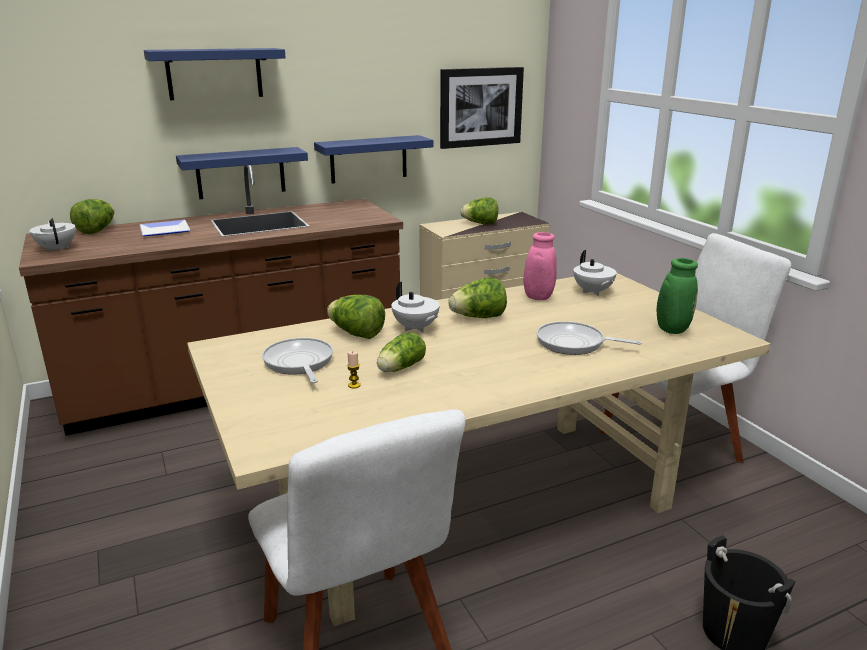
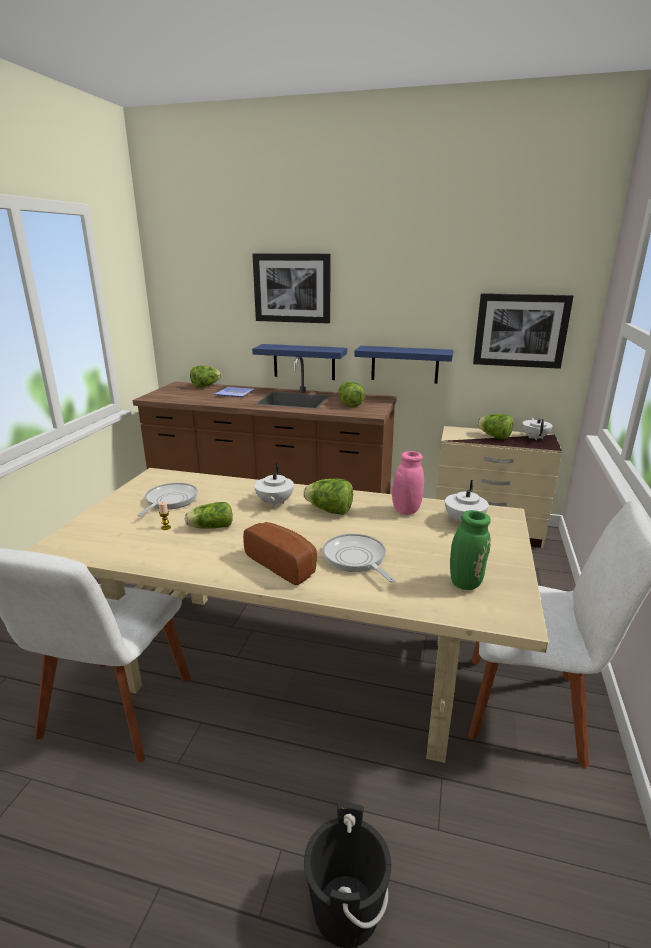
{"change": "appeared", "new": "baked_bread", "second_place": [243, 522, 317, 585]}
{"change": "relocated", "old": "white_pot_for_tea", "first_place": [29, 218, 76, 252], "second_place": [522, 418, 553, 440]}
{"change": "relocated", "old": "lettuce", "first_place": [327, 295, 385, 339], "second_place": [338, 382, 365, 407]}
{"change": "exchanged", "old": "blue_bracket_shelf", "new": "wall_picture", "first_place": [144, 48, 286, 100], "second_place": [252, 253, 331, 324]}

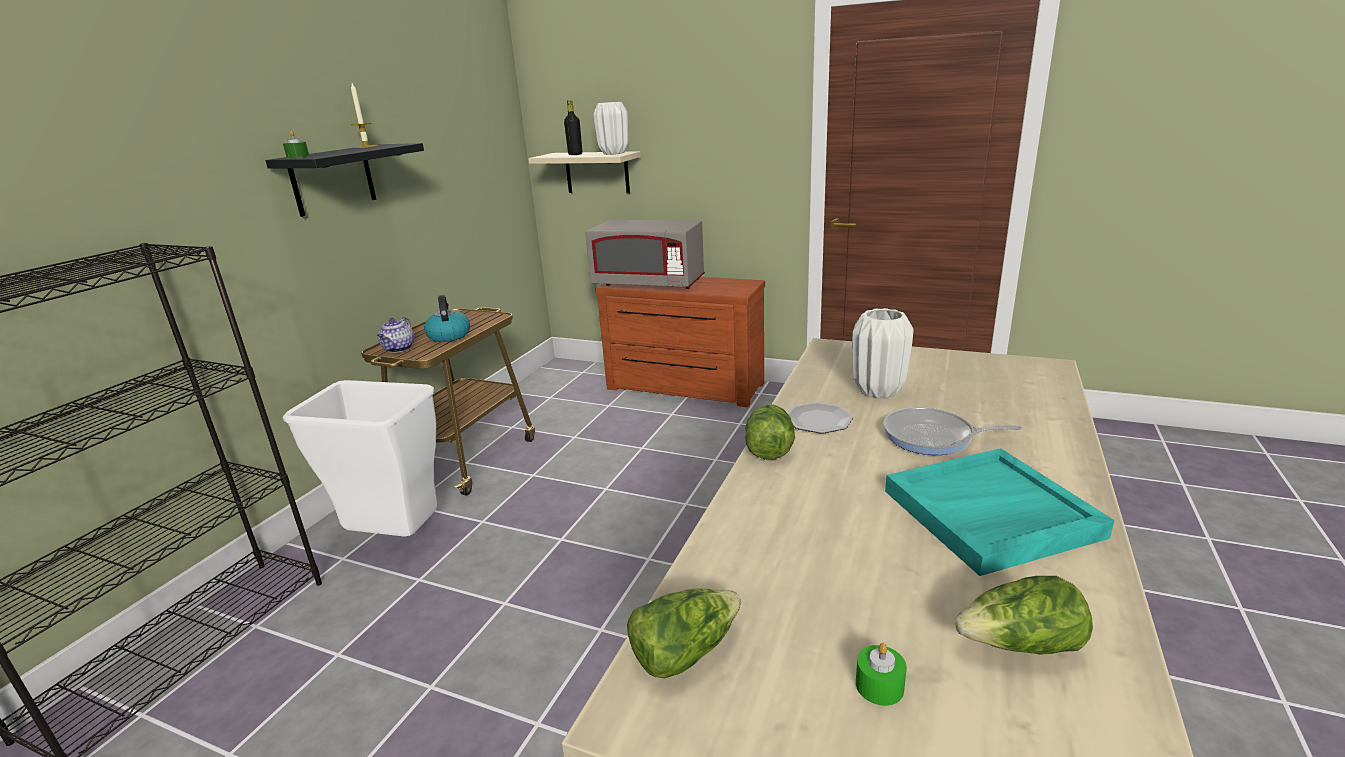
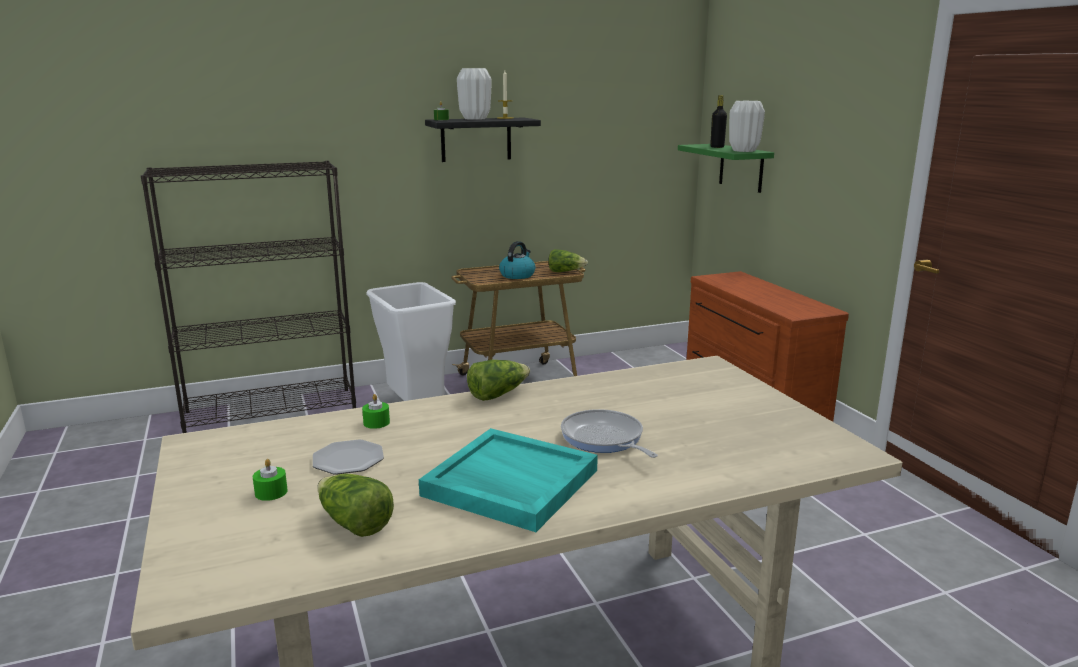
{"change": "missing", "old": "pot_for_tea", "first_place": [377, 317, 414, 353]}
{"change": "missing", "old": "greyish_kitchen_microwave", "first_place": [585, 220, 705, 289]}
{"change": "appeared", "new": "green_wax_light", "second_place": [362, 394, 390, 429]}
{"change": "relocated", "old": "lettuce", "first_place": [627, 588, 741, 678], "second_place": [548, 249, 588, 272]}
{"change": "relocated", "old": "dinner_plate", "first_place": [788, 402, 853, 434], "second_place": [313, 439, 384, 475]}
{"change": "relocated", "old": "white_decorative_vase", "first_place": [852, 308, 914, 398], "second_place": [457, 68, 491, 120]}
{"change": "colour", "old": "beige-coloured_bracket_shelf", "new": "green_bracket_shelf", "first_place": [528, 151, 641, 193], "second_place": [678, 144, 774, 193]}

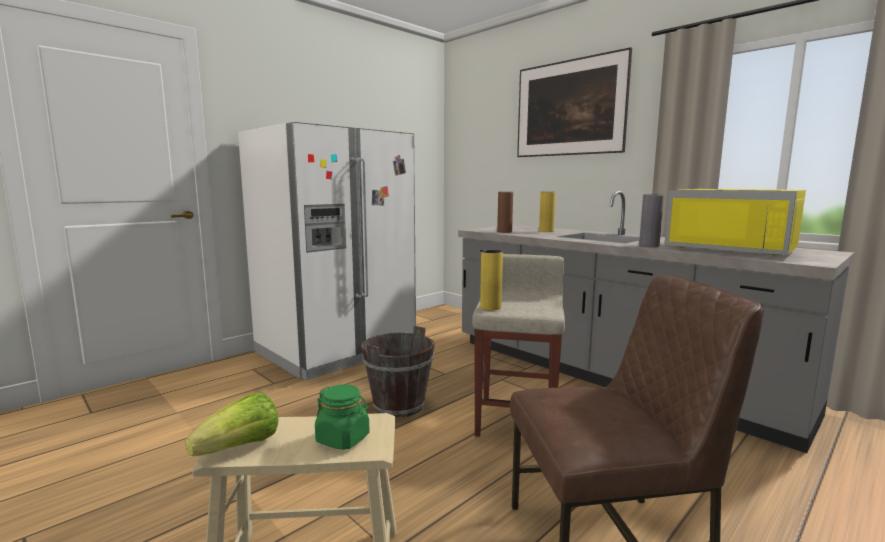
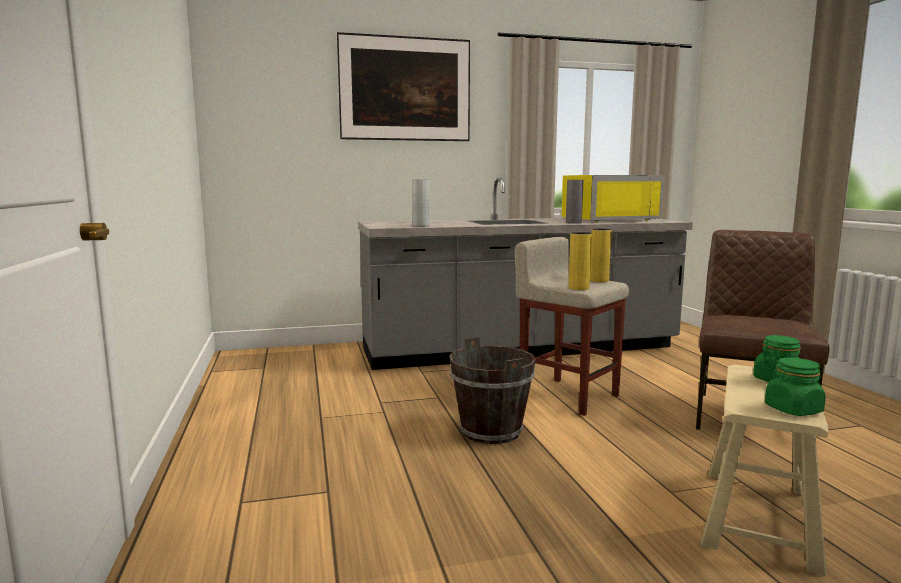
{"change": "missing", "old": "white_kitchen_fridge", "first_place": [238, 122, 416, 380]}
{"change": "relocated", "old": "yellow-coloured_decorative_vase", "first_place": [539, 192, 556, 232], "second_place": [590, 229, 612, 282]}
{"change": "exchanged", "old": "lettuce", "new": "green_jar", "first_place": [185, 393, 278, 456], "second_place": [765, 357, 826, 416]}
{"change": "colour", "old": "brownish_decorative_vase", "new": "greyish_decorative_vase", "first_place": [497, 192, 513, 233], "second_place": [412, 180, 430, 226]}

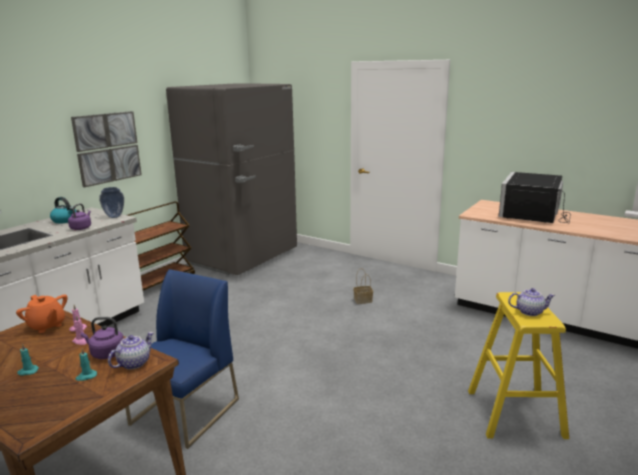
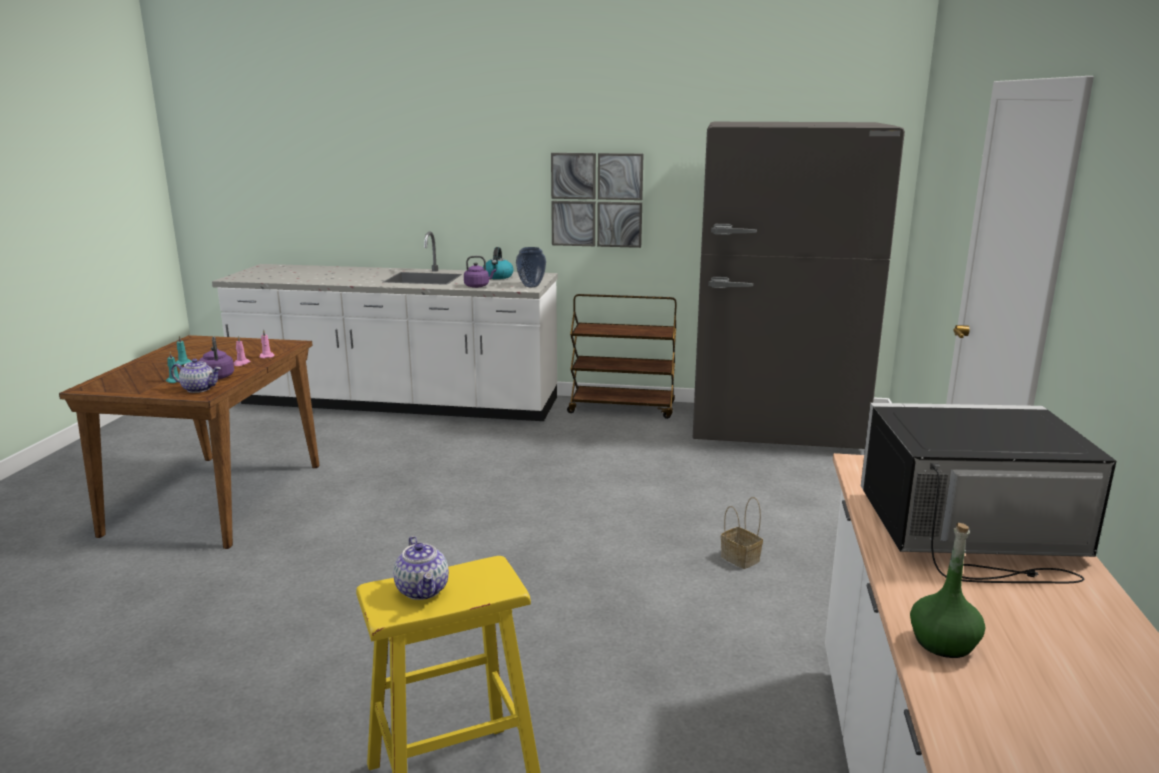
{"change": "missing", "old": "orange-coloured_pot_for_tea", "first_place": [16, 294, 68, 333]}
{"change": "missing", "old": "blue_chair", "first_place": [125, 269, 239, 449]}
{"change": "appeared", "new": "green_bottle", "second_place": [910, 523, 985, 658]}

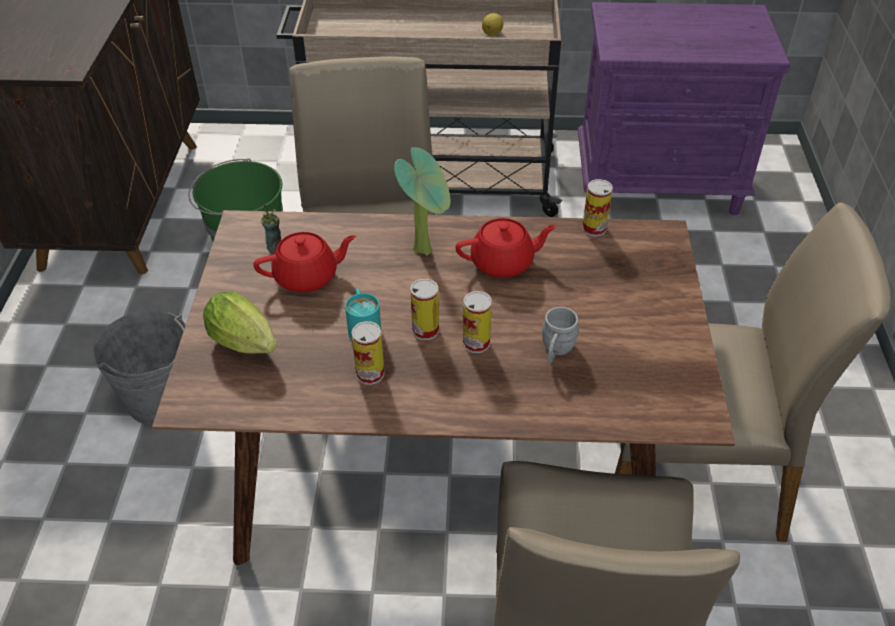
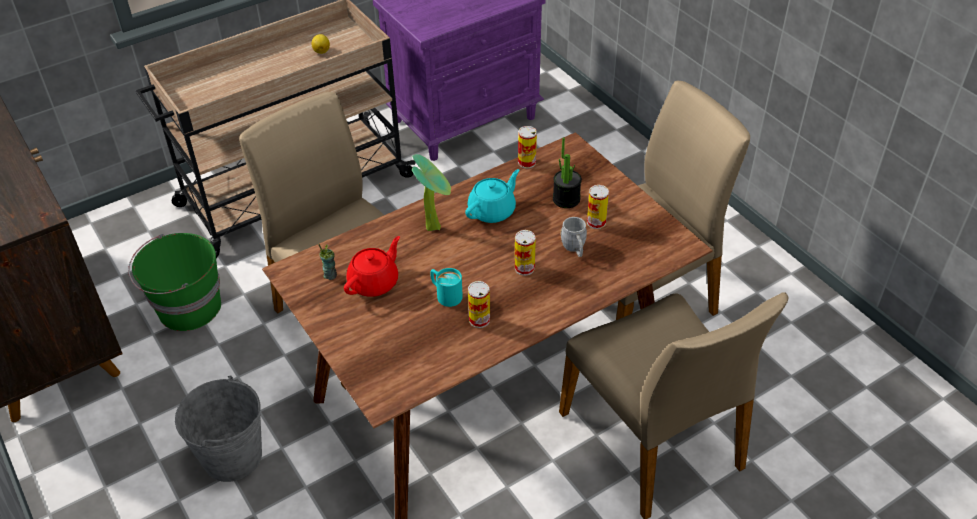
{"change": "missing", "old": "lettuce", "first_place": [203, 292, 277, 354]}
{"change": "appeared", "new": "potted_plant", "second_place": [553, 137, 582, 208]}
{"change": "relocated", "old": "sealed_can", "first_place": [411, 279, 439, 340], "second_place": [587, 185, 609, 229]}
{"change": "colour", "old": "red-coloured_pot_for_tea", "new": "turquoise_pot_for_tea", "first_place": [455, 218, 557, 278], "second_place": [465, 169, 520, 223]}

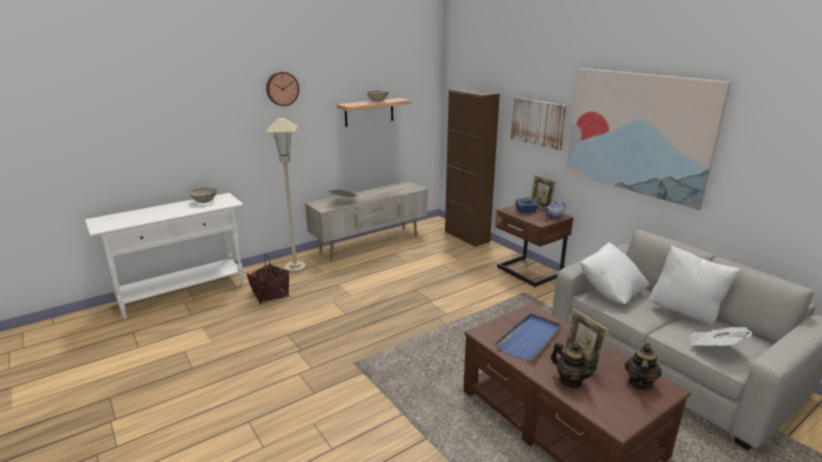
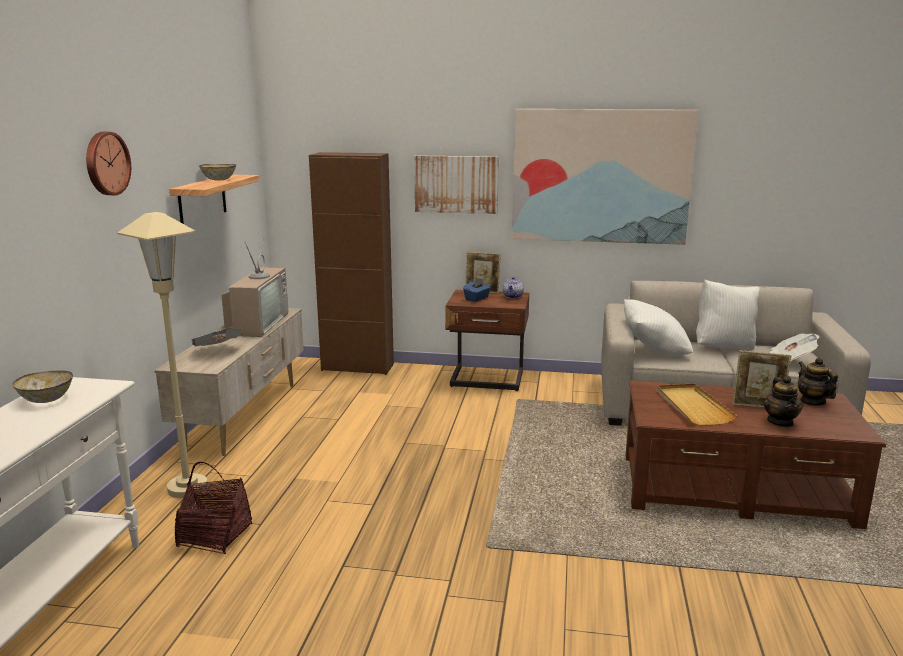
{"change": "appeared", "new": "TV", "second_place": [221, 233, 289, 337]}
{"change": "colour", "old": "blue_carrying_tray", "new": "beige-coloured_carrying_tray", "first_place": [495, 313, 561, 360], "second_place": [657, 384, 737, 425]}
{"change": "spun", "old": "pot_for_tea", "first_place": [551, 342, 597, 388], "second_place": [764, 376, 803, 427], "degrees": 90}

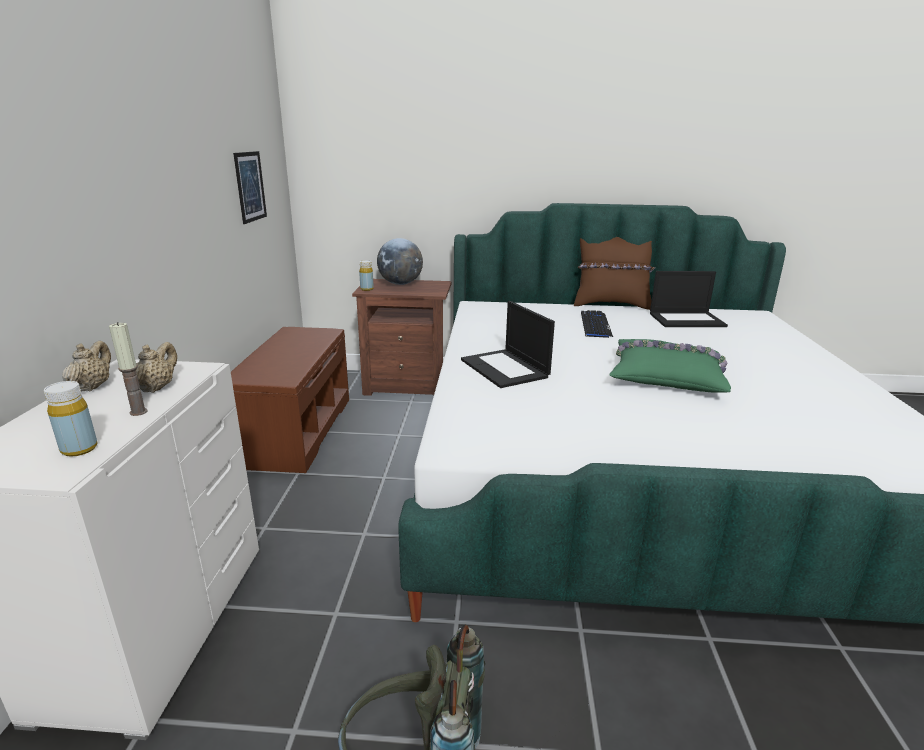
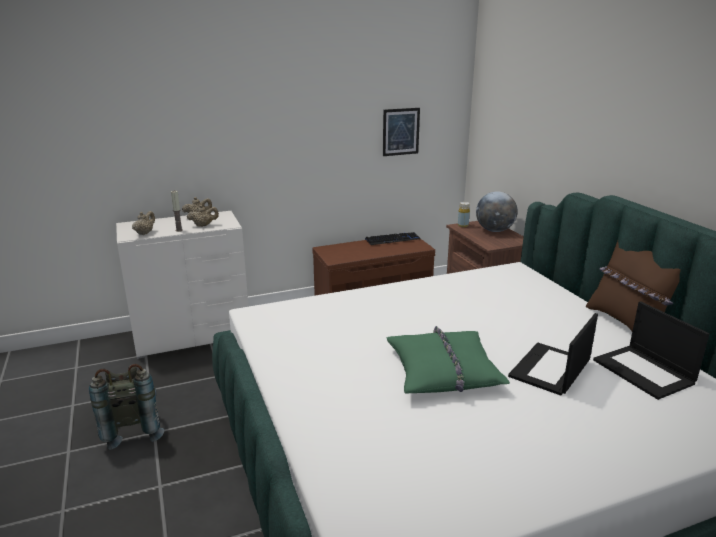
{"change": "relocated", "old": "laptop", "first_place": [461, 301, 555, 388], "second_place": [508, 313, 598, 396]}
{"change": "relocated", "old": "computer_keyboard", "first_place": [581, 310, 613, 338], "second_place": [365, 232, 421, 245]}
{"change": "exchanged", "old": "yellow-coloured_bottle", "new": "beige-coloured_pot_for_tea", "first_place": [44, 381, 97, 457], "second_place": [132, 211, 155, 235]}

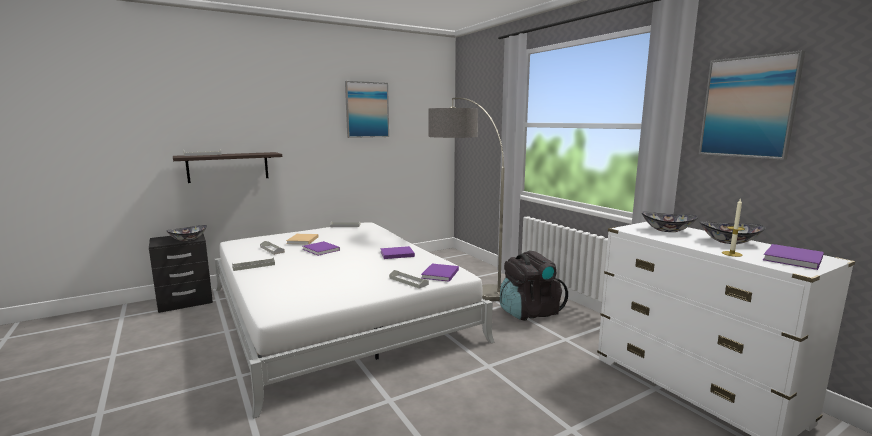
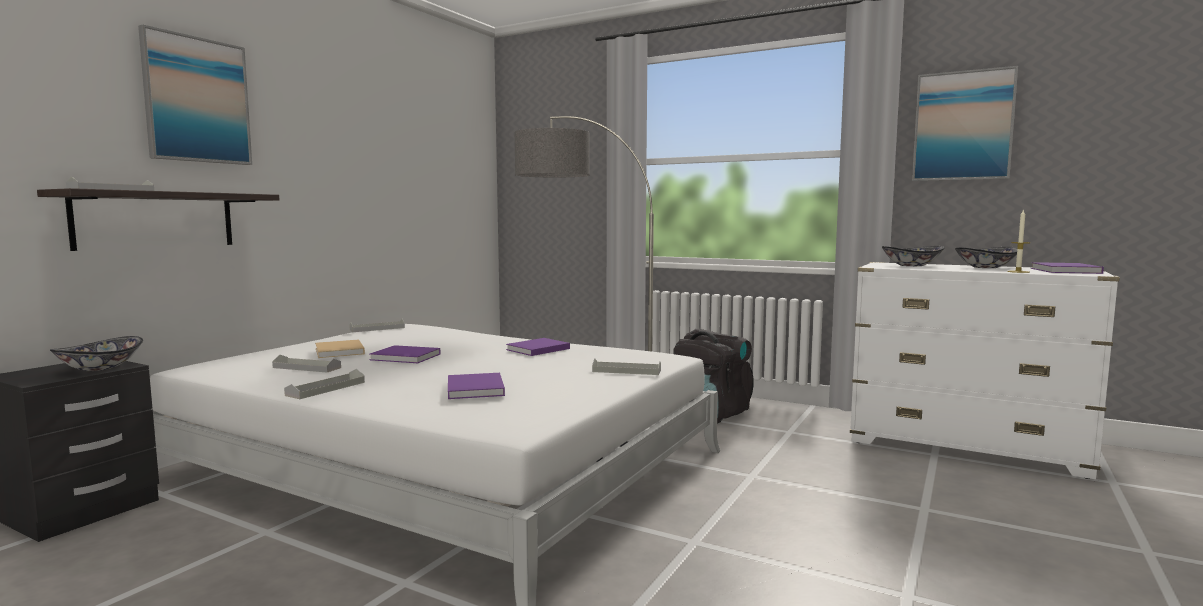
{"change": "relocated", "old": "wall_picture", "first_place": [345, 81, 389, 138], "second_place": [138, 25, 252, 165]}
{"change": "relocated", "old": "purple-coloured_volume", "first_place": [421, 264, 459, 282], "second_place": [448, 373, 505, 399]}

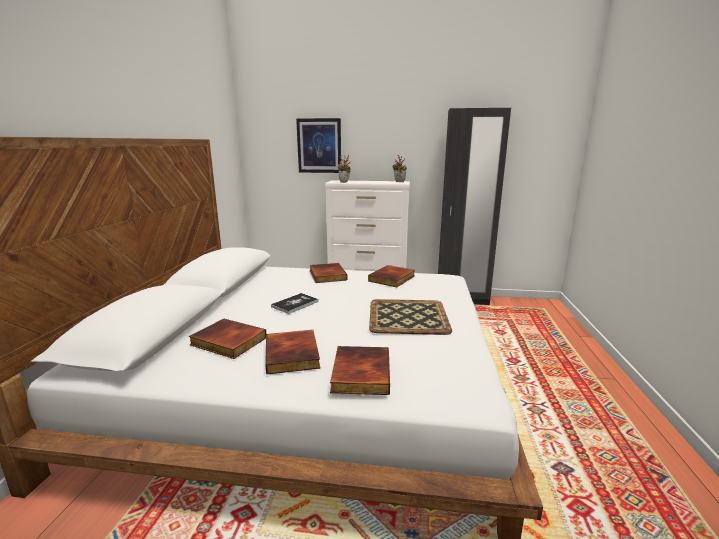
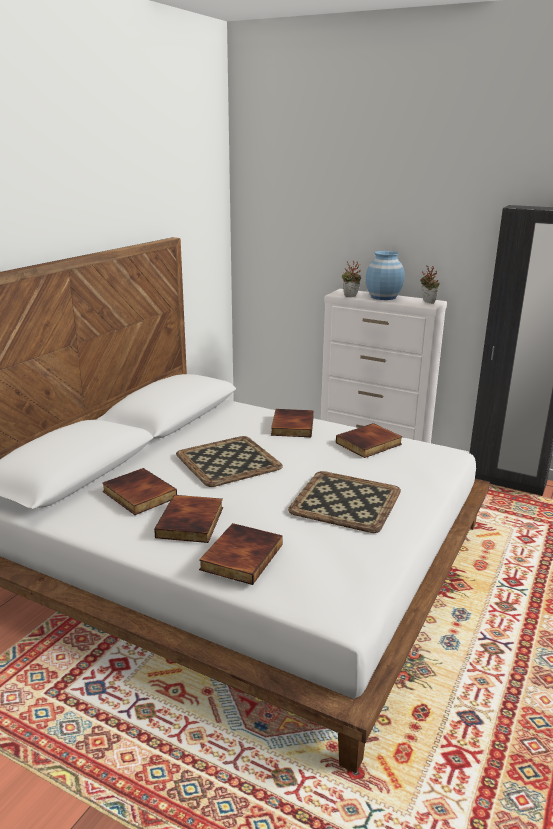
{"change": "missing", "old": "wall_picture", "first_place": [296, 118, 341, 173]}
{"change": "appeared", "new": "blue_decorative_vase", "second_place": [365, 251, 405, 300]}
{"change": "exchanged", "old": "volume", "new": "carrying_tray", "first_place": [271, 293, 318, 314], "second_place": [176, 436, 283, 487]}

